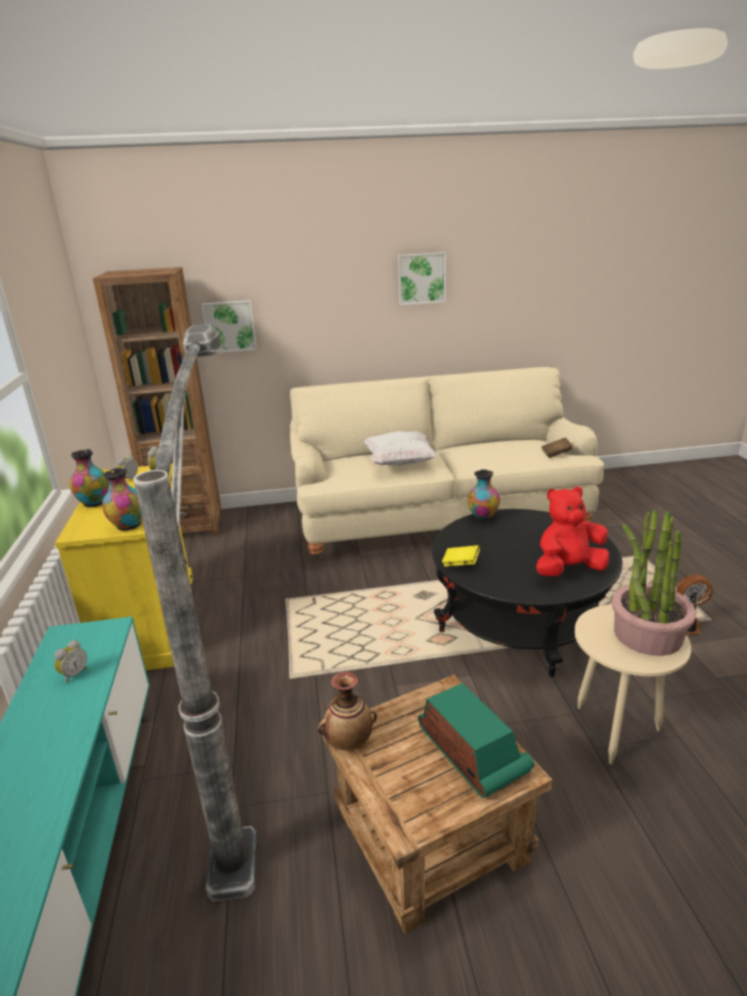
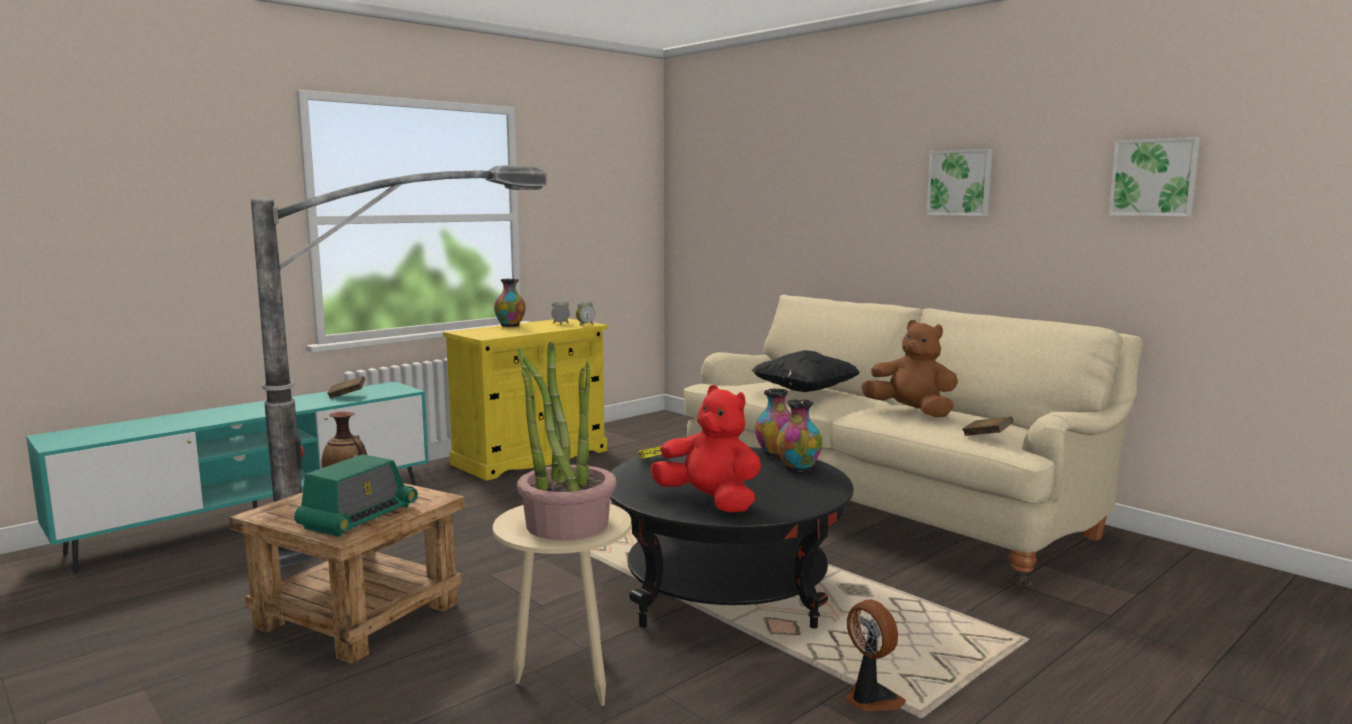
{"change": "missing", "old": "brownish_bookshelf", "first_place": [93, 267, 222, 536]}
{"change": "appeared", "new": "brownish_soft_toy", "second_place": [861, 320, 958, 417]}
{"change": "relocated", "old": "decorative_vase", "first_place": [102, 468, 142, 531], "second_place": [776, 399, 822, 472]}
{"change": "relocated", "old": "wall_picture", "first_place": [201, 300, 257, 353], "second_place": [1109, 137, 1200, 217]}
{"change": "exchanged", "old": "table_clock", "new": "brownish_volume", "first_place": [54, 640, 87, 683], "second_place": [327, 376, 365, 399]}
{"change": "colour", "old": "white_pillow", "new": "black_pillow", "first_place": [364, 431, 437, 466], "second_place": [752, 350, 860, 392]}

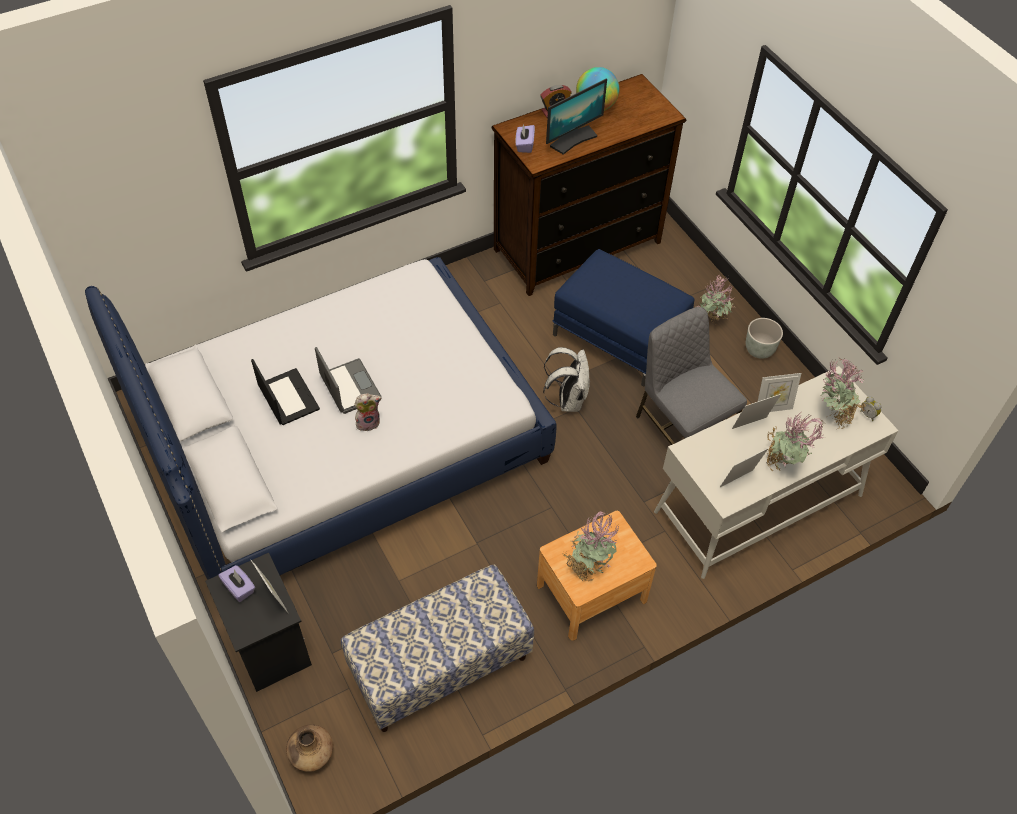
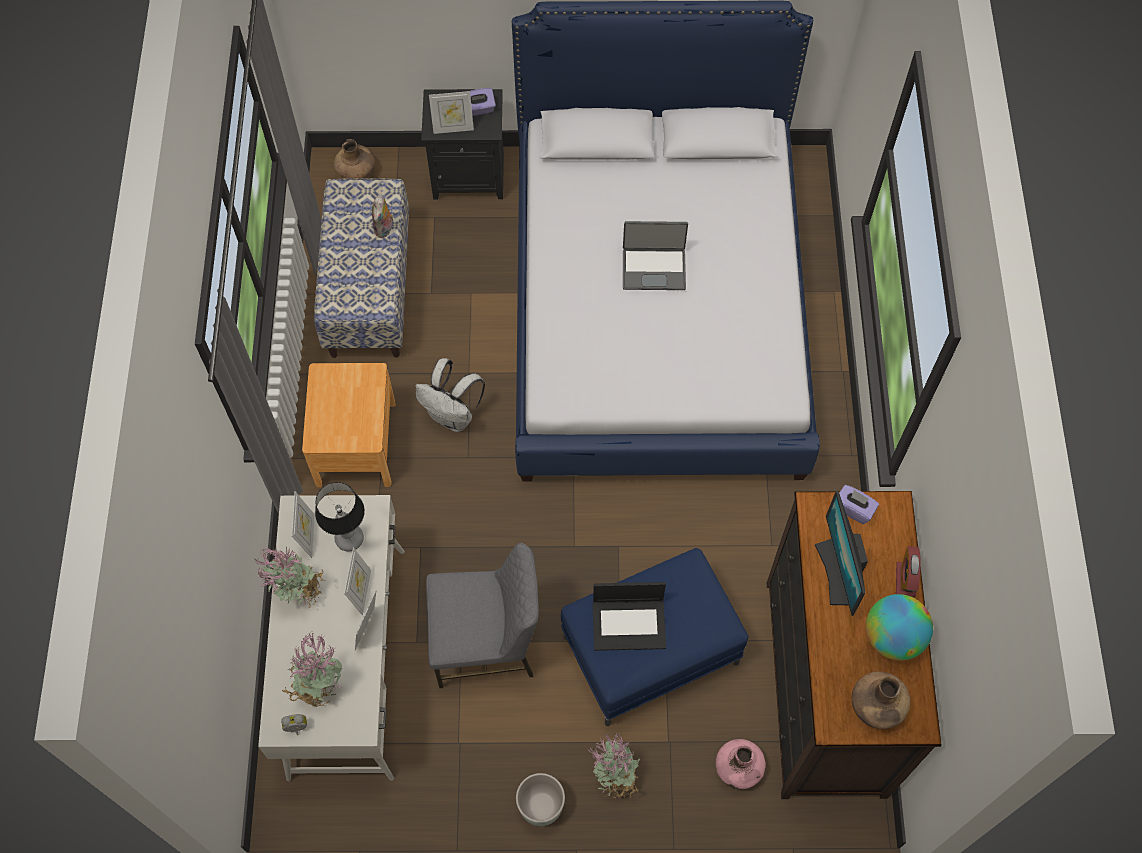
{"change": "missing", "old": "potted_plant", "first_place": [562, 511, 619, 582]}
{"change": "appeared", "new": "tabletop_lamp", "second_place": [315, 482, 365, 551]}
{"change": "appeared", "new": "pink-coloured_decorative_vase", "second_place": [716, 739, 765, 789]}
{"change": "appeared", "new": "brownish_decorative_vase", "second_place": [852, 671, 911, 729]}
{"change": "relocated", "old": "laptop", "first_place": [251, 359, 320, 425], "second_place": [593, 582, 666, 651]}
{"change": "relocated", "old": "soft_toy", "first_place": [354, 394, 381, 431], "second_place": [372, 195, 394, 238]}
{"change": "relocated", "old": "white_knapsack", "first_place": [543, 347, 590, 412], "second_place": [415, 358, 485, 432]}

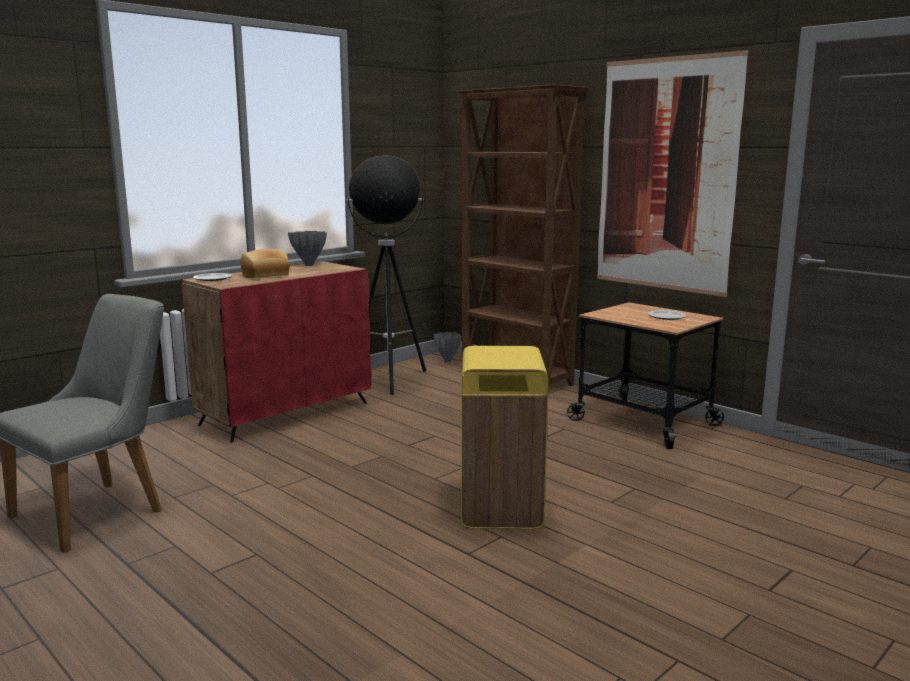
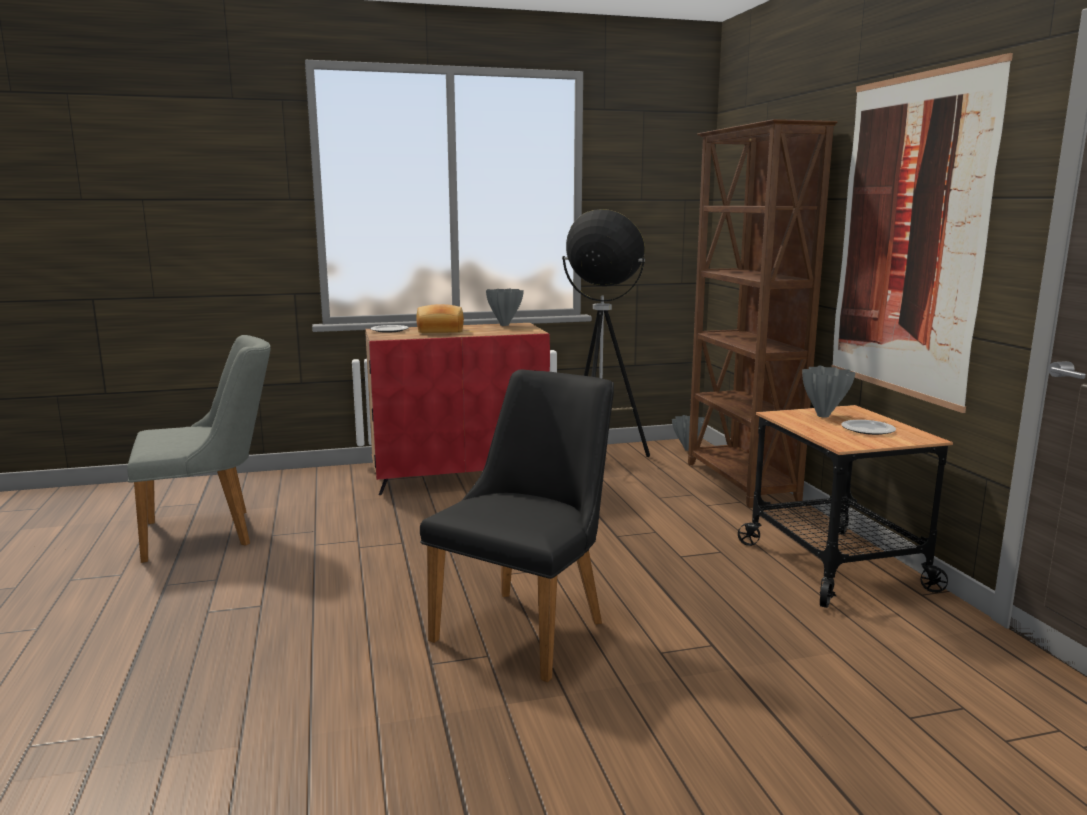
{"change": "appeared", "new": "greyish_decorative_vase", "second_place": [802, 366, 855, 418]}
{"change": "exchanged", "old": "yellow-coloured_waste_bin", "new": "black_chair", "first_place": [461, 346, 549, 529], "second_place": [420, 369, 614, 682]}

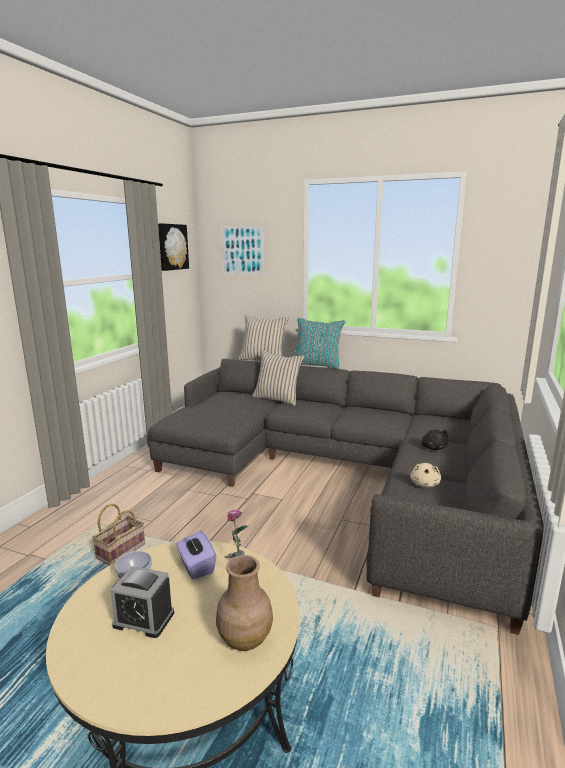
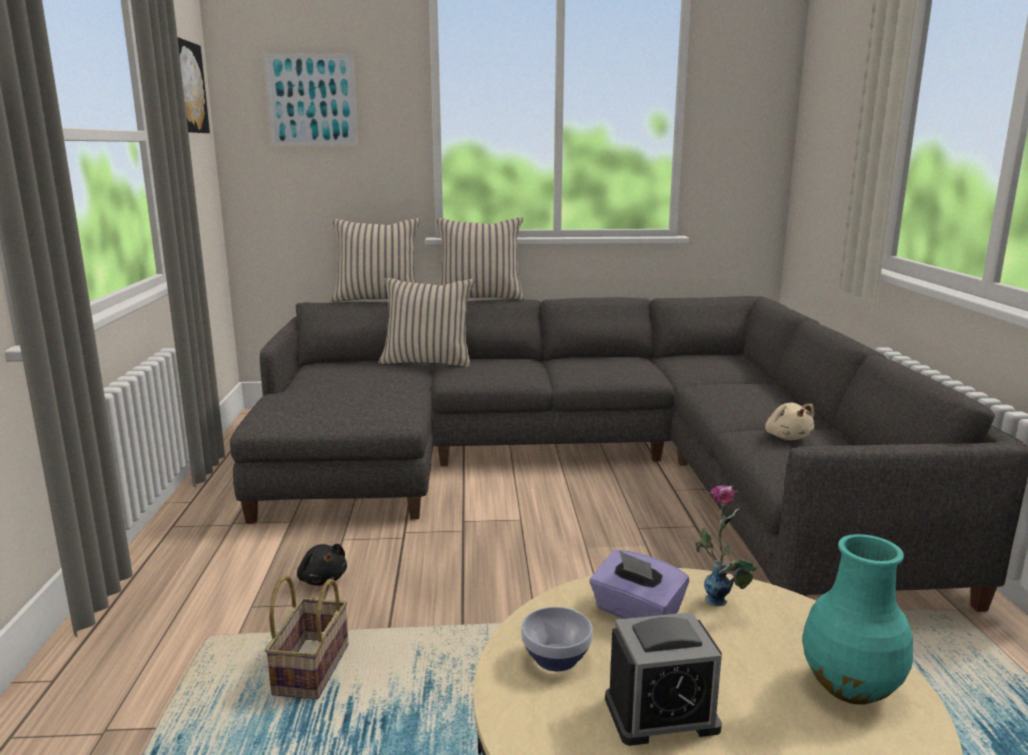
{"change": "relocated", "old": "black_soft_toy", "first_place": [421, 429, 448, 450], "second_place": [297, 544, 347, 586]}
{"change": "colour", "old": "brownish_decorative_vase", "new": "turquoise_decorative_vase", "first_place": [216, 555, 273, 651], "second_place": [802, 534, 913, 705]}
{"change": "colour", "old": "turquoise_pillow", "new": "beige-coloured_pillow", "first_place": [294, 318, 345, 370], "second_place": [436, 217, 524, 300]}

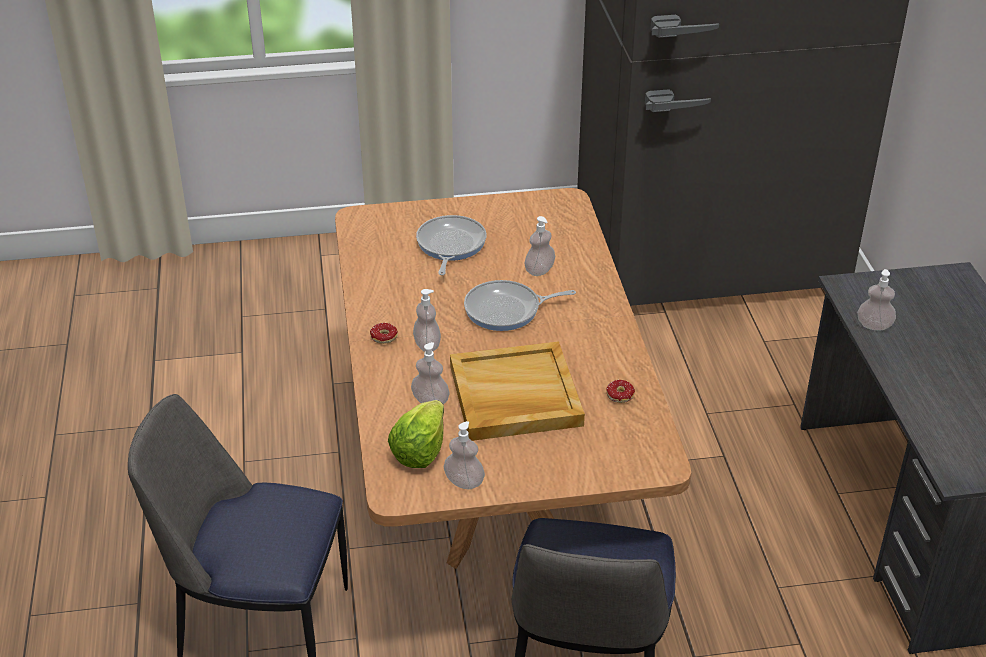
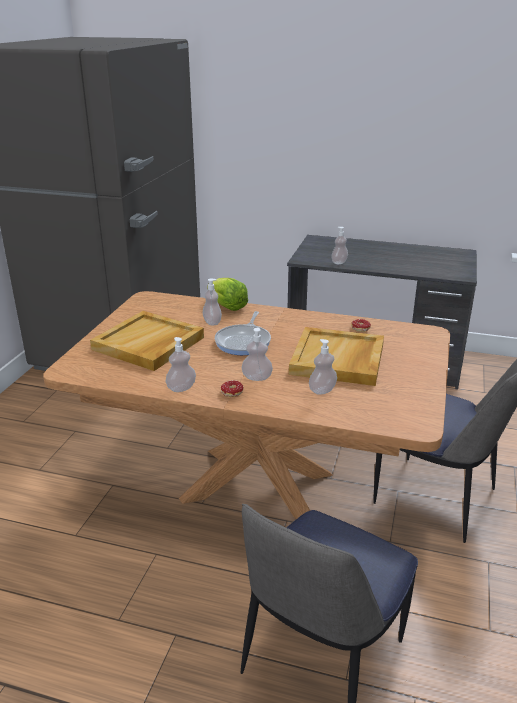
{"change": "relocated", "old": "lettuce", "first_place": [388, 400, 444, 468], "second_place": [207, 278, 248, 311]}
{"change": "relocated", "old": "liquid_soap_bottle", "first_place": [444, 421, 485, 489], "second_place": [166, 337, 196, 392]}
{"change": "exchanged", "old": "frying_pan", "new": "beige-coloured_carrying_tray", "first_place": [416, 215, 486, 275], "second_place": [90, 311, 204, 371]}

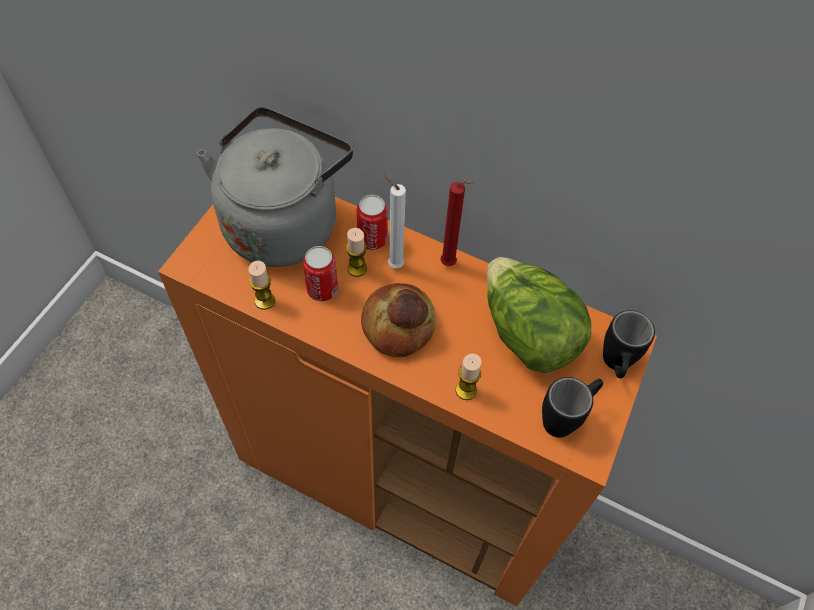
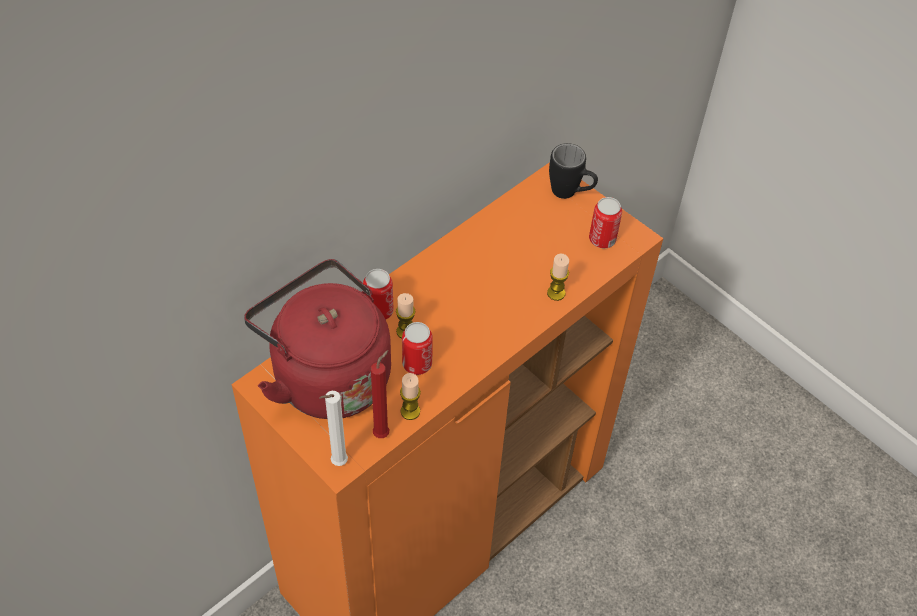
{"change": "missing", "old": "baked_bread", "first_place": [361, 283, 436, 357]}
{"change": "missing", "old": "lettuce", "first_place": [487, 257, 591, 373]}
{"change": "relocated", "old": "white_wax_light", "first_place": [384, 174, 406, 269], "second_place": [319, 391, 348, 466]}
{"change": "relocated", "old": "red-coloured_wax_light", "first_place": [440, 180, 474, 266], "second_place": [371, 350, 389, 438]}
{"change": "exchanged", "old": "black_tea_mug", "new": "sealed_can", "first_place": [542, 377, 603, 438], "second_place": [589, 197, 622, 248]}
{"change": "colour", "old": "greyish_kettle", "new": "red-coloured_kettle", "first_place": [197, 107, 353, 267], "second_place": [244, 259, 391, 419]}

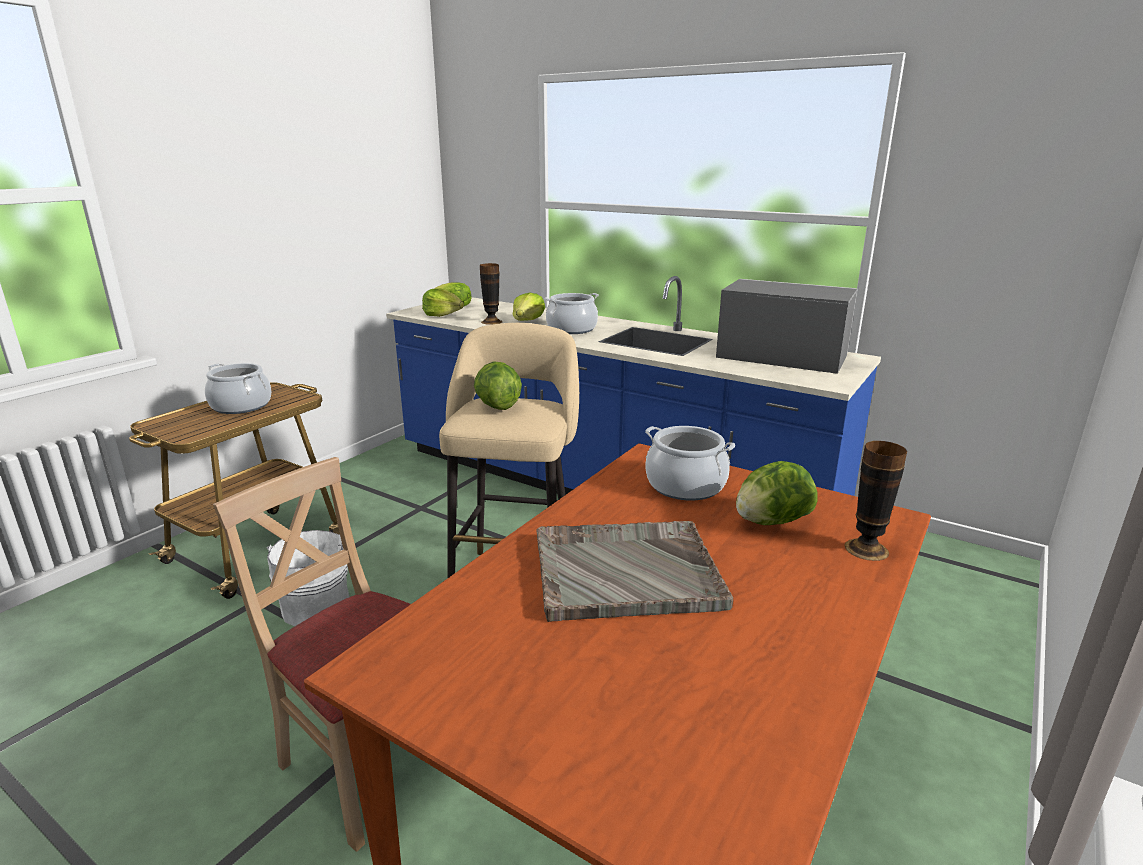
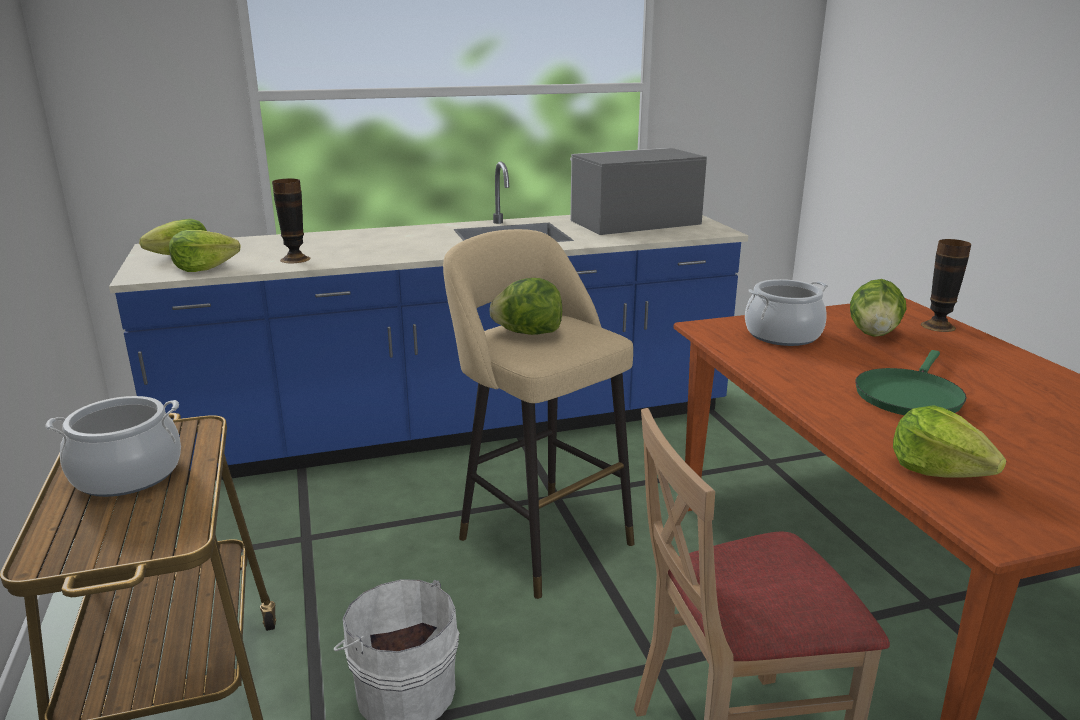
{"change": "missing", "old": "cooking_pot", "first_place": [545, 293, 599, 334]}
{"change": "relocated", "old": "lettuce", "first_place": [513, 292, 545, 321], "second_place": [893, 405, 1006, 478]}
{"change": "exchanged", "old": "greyish_carrying_tray", "new": "green_frying_pan", "first_place": [537, 521, 733, 622], "second_place": [856, 350, 967, 415]}

